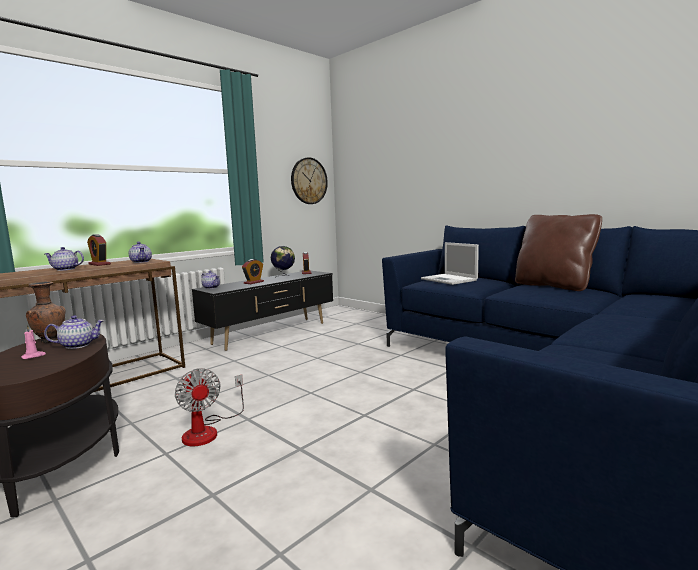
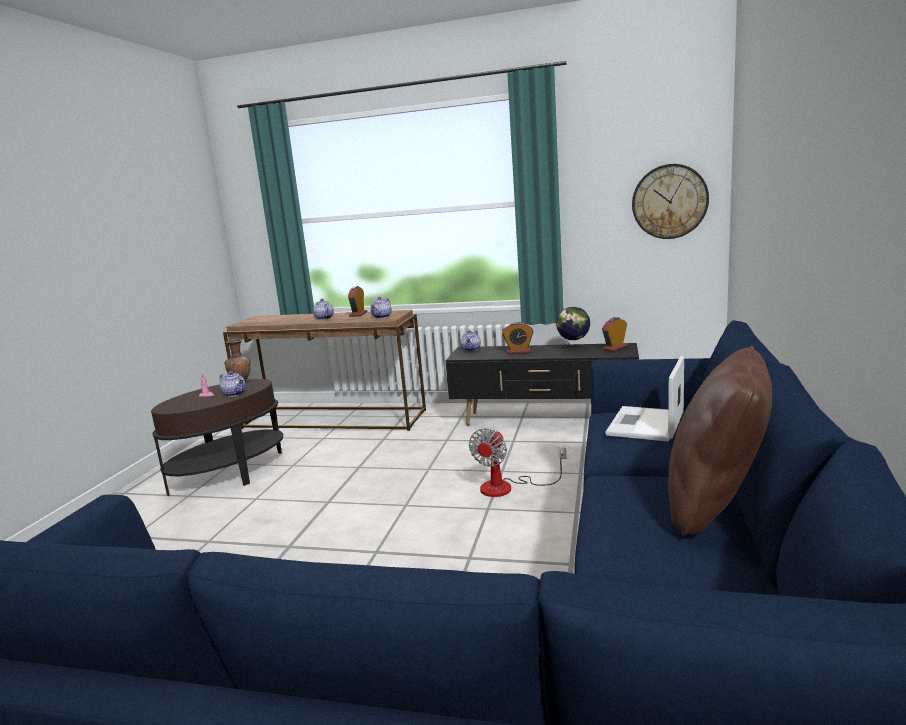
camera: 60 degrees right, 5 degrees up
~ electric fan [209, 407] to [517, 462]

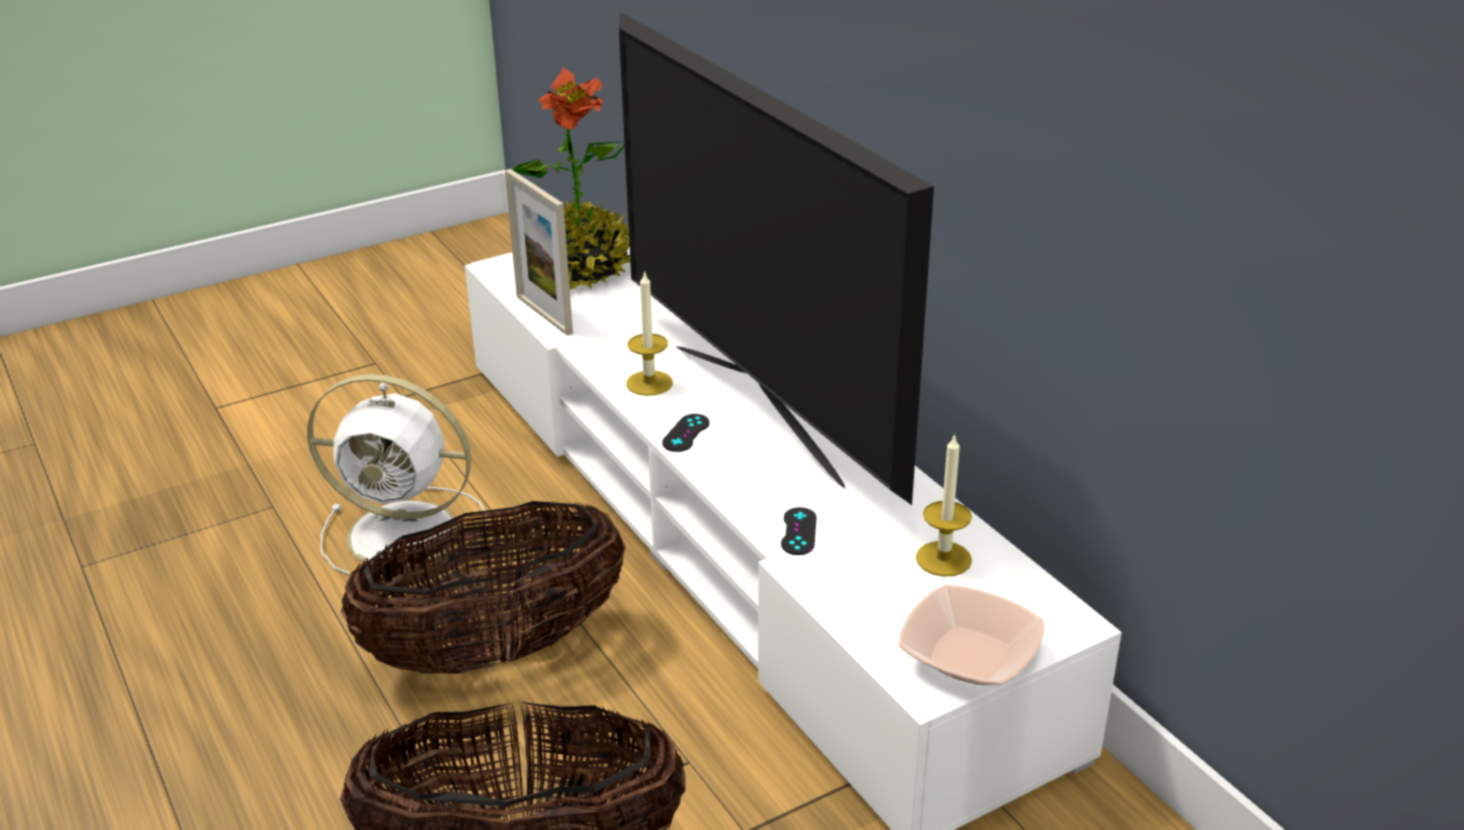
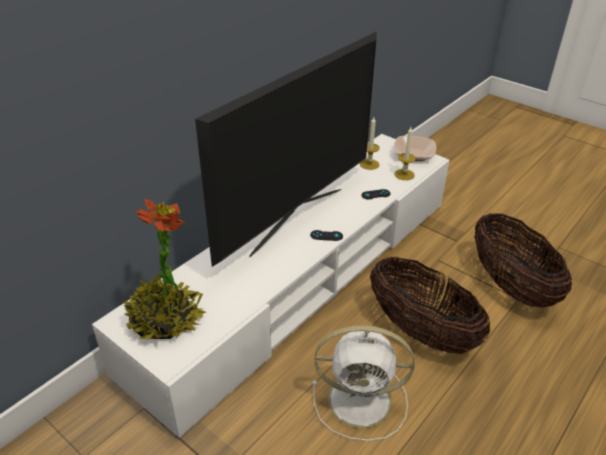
camera: 110 degrees left, 5 degrees up
- photo frame [539, 252]
~ candle [649, 333] to [405, 153]
~ whitish electric fan [397, 478] = [364, 383] 105 degrees clockwise

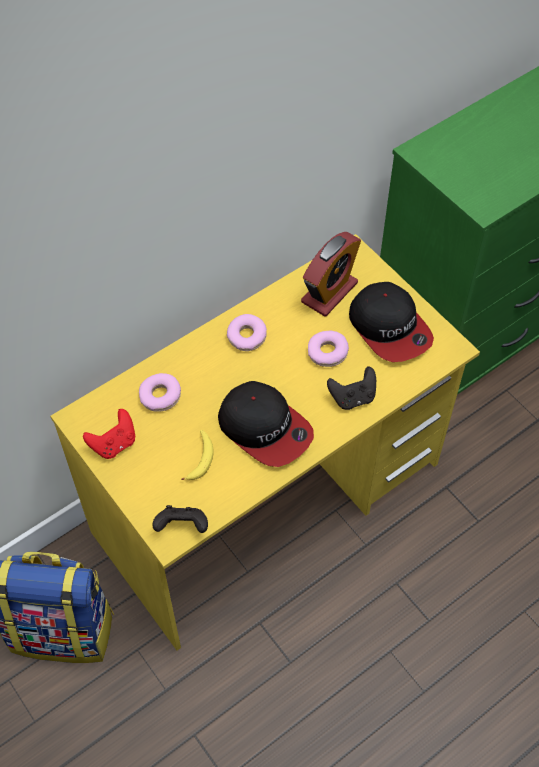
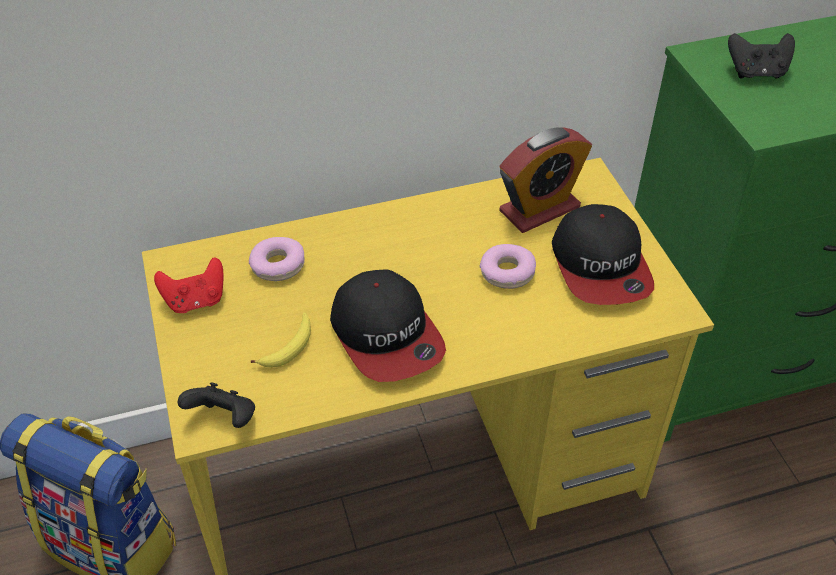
camera: 20 degrees right, 10 degrees down
- donut [247, 332]
~ black-coloured gamepad [351, 388] to [761, 56]

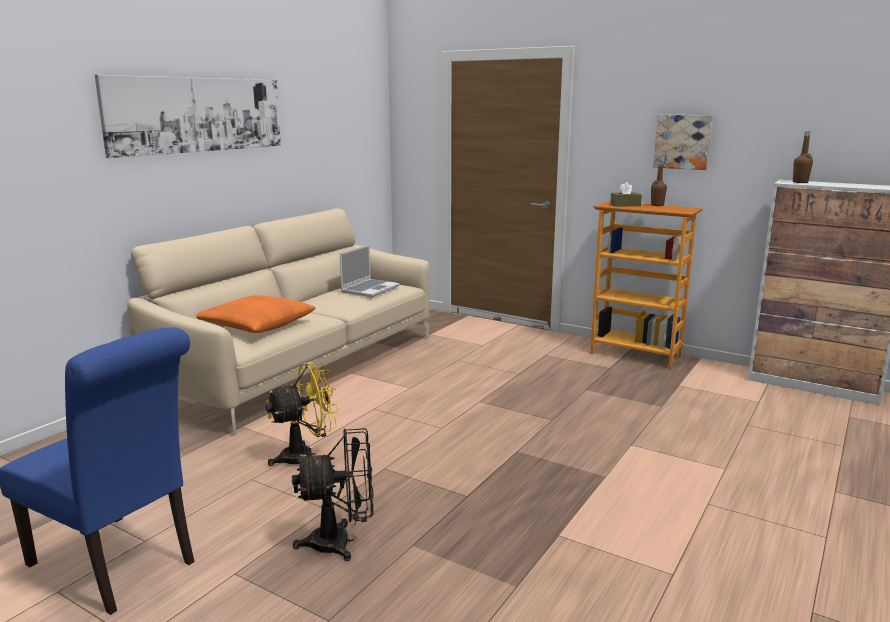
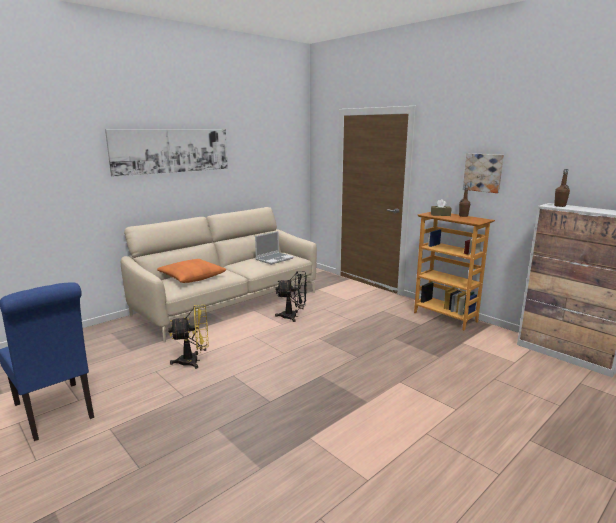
camera: 15 degrees right, 0 degrees up
~ black-coloured electric fan [333, 494] to [291, 296]

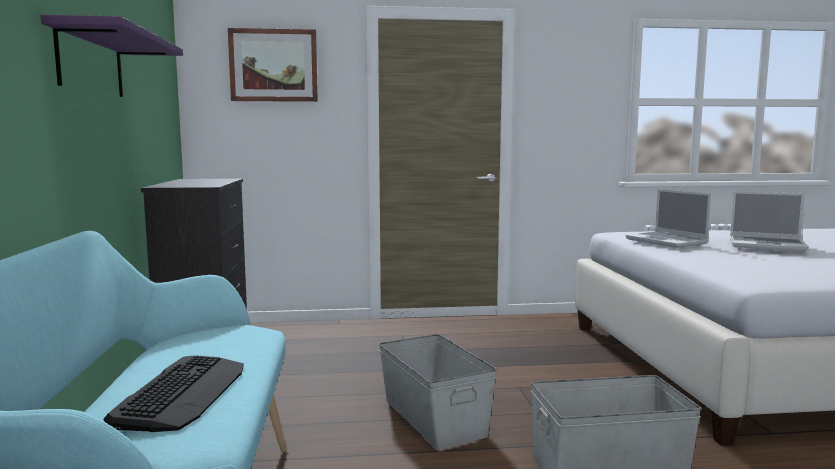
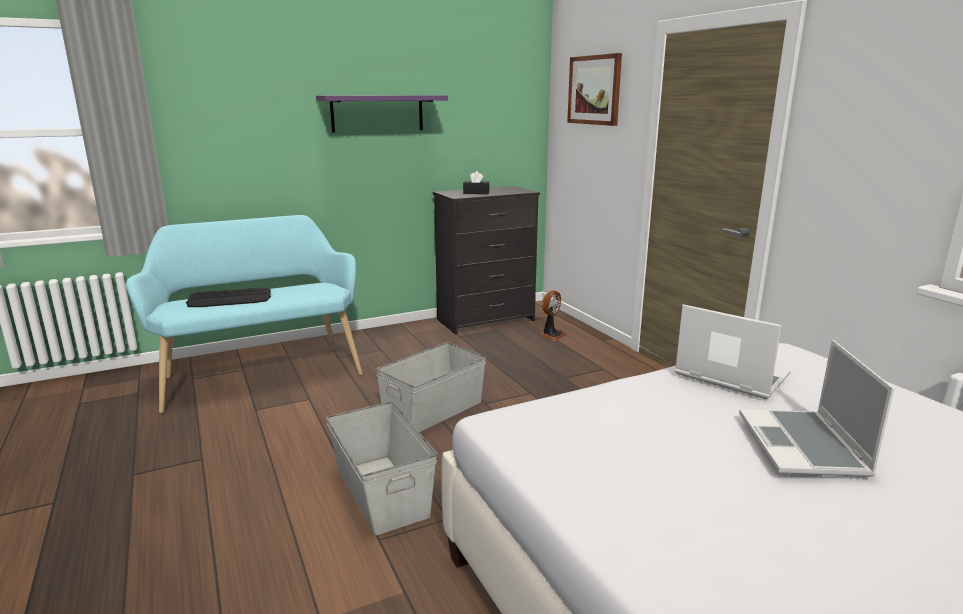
camera: 70 degrees right, 10 degrees up
+ black-coloured box of tissues [476, 182]
+ electric fan [553, 315]
~ portable computer [668, 218] = [732, 351] 90 degrees clockwise

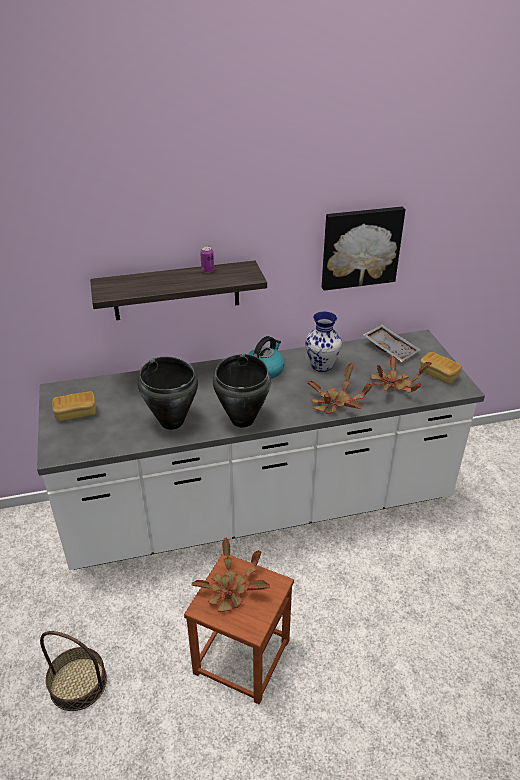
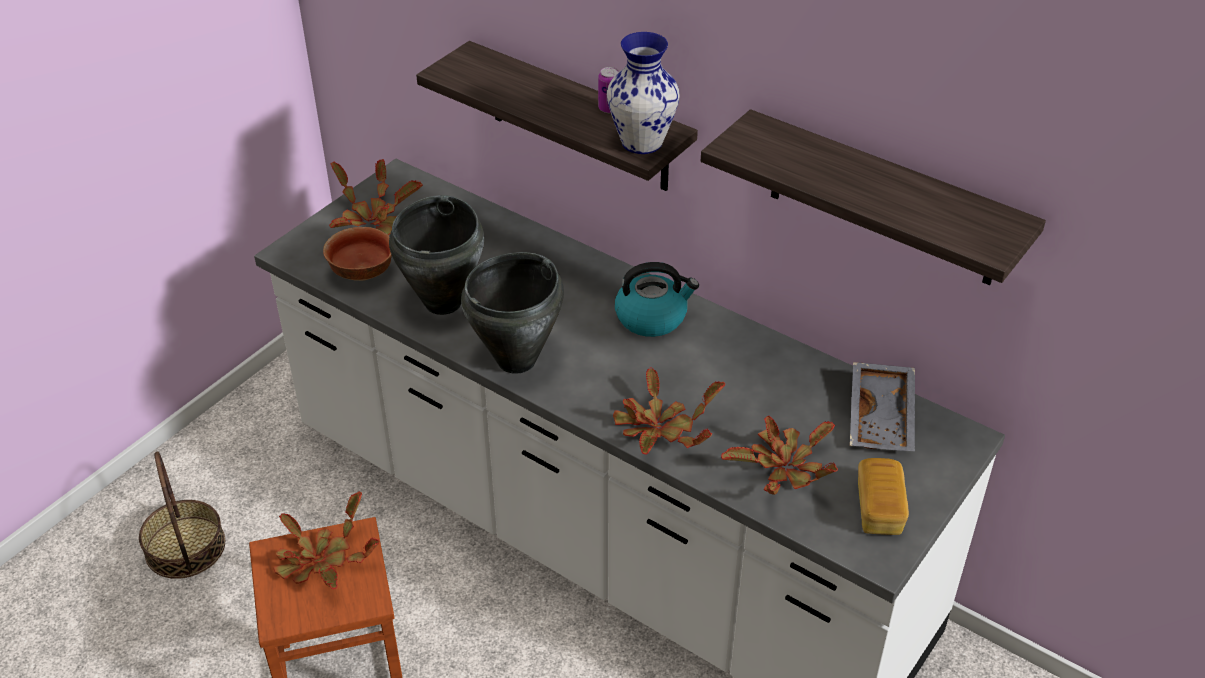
camera: 50 degrees right, 5 degrees up
+ deep dish [357, 254]
~ decorative vase [323, 341] to [643, 93]
~ bread [74, 406] to potted plant [376, 197]
~ wall picture [363, 249] to wall shelf [873, 197]

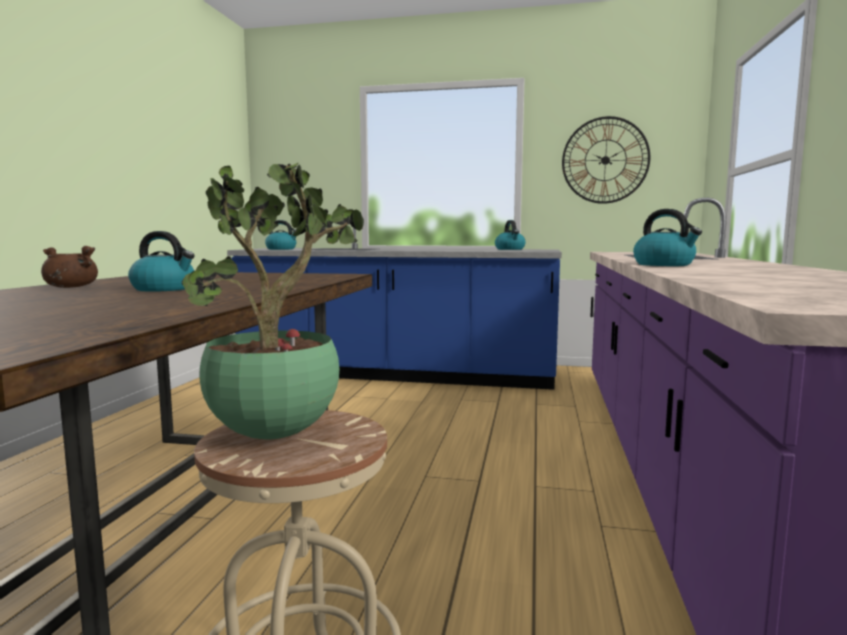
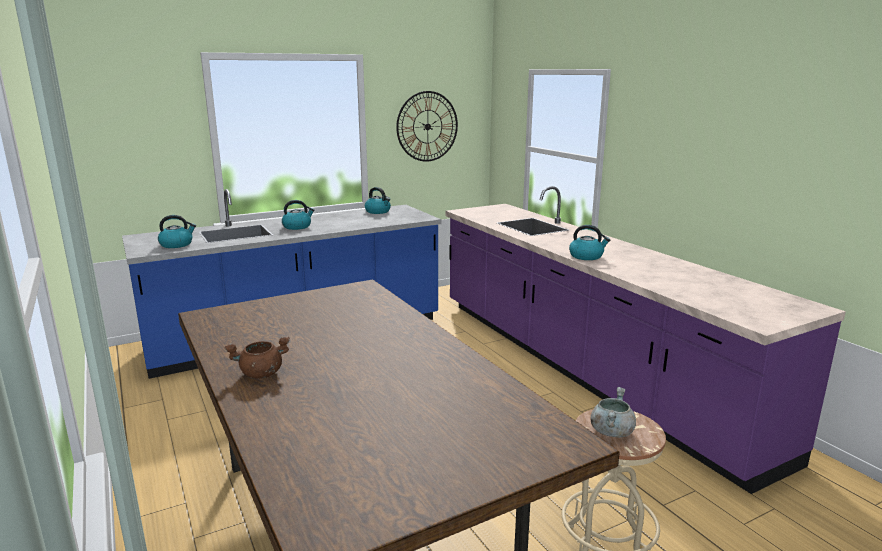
camera: 40 degrees left, 10 degrees up
~ tea kettle [161, 261] to [298, 215]
~ potted plant [273, 301] to gray stockpot [613, 412]

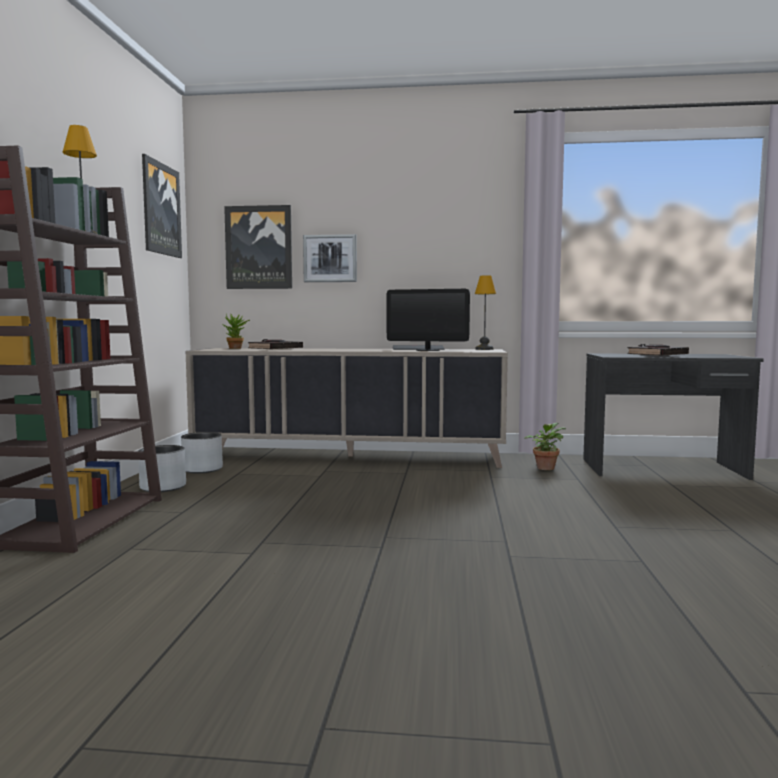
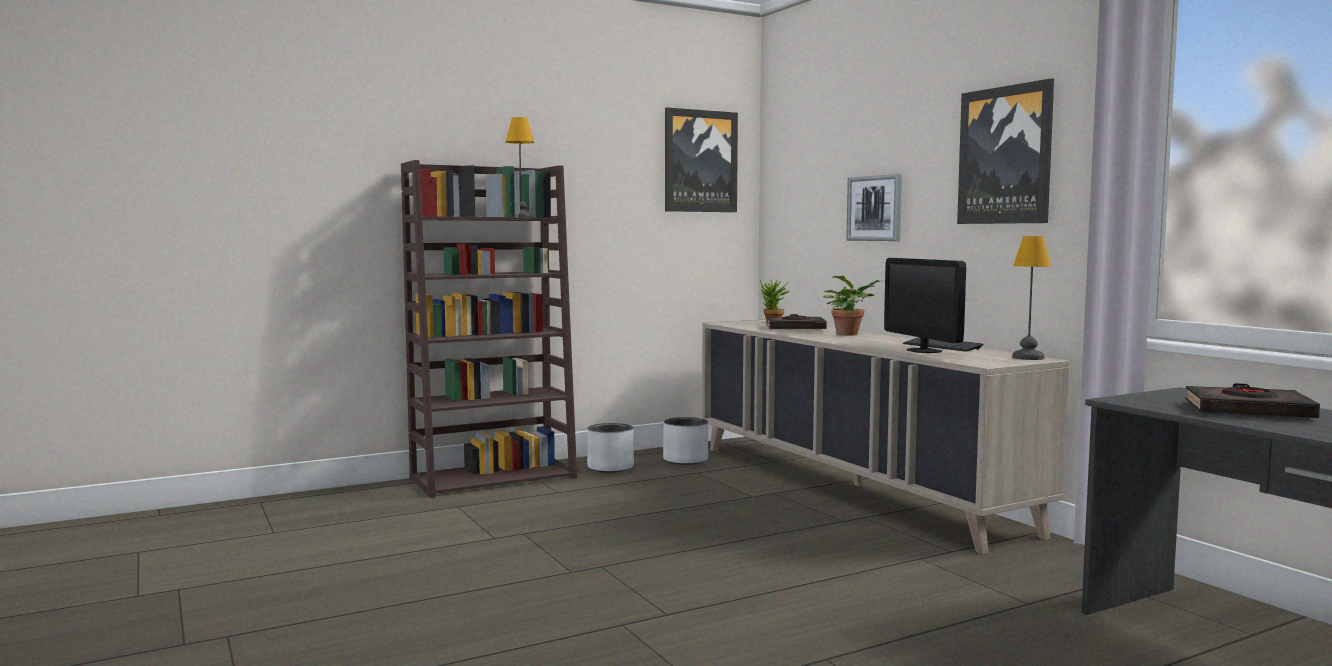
camera: 55 degrees right, 0 degrees up
~ wall picture [258, 247] to [1005, 151]
~ potted plant [545, 446] to [852, 306]

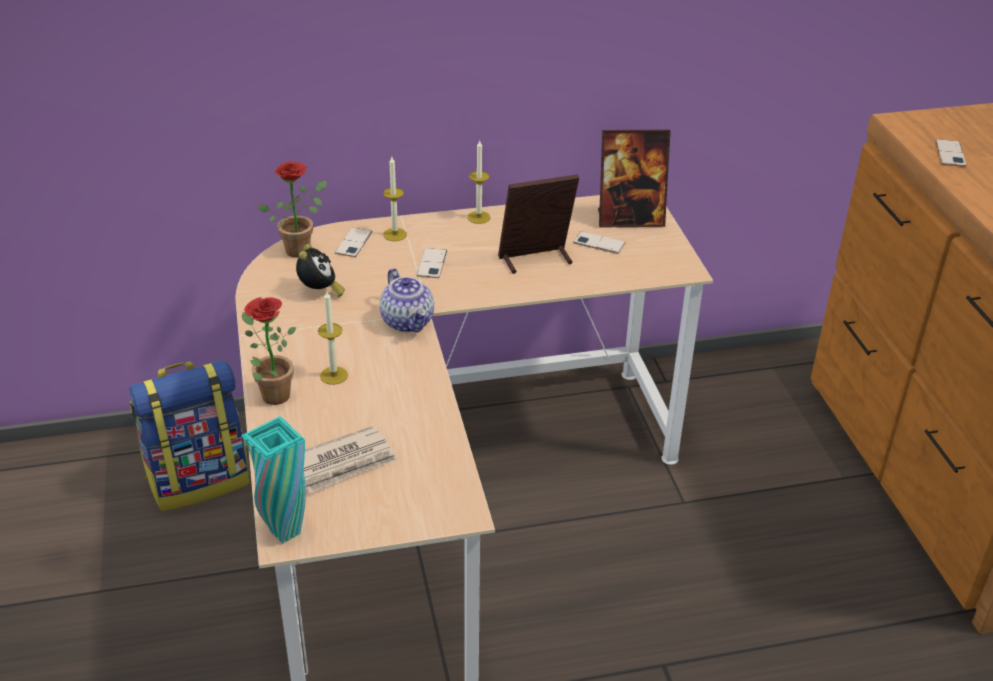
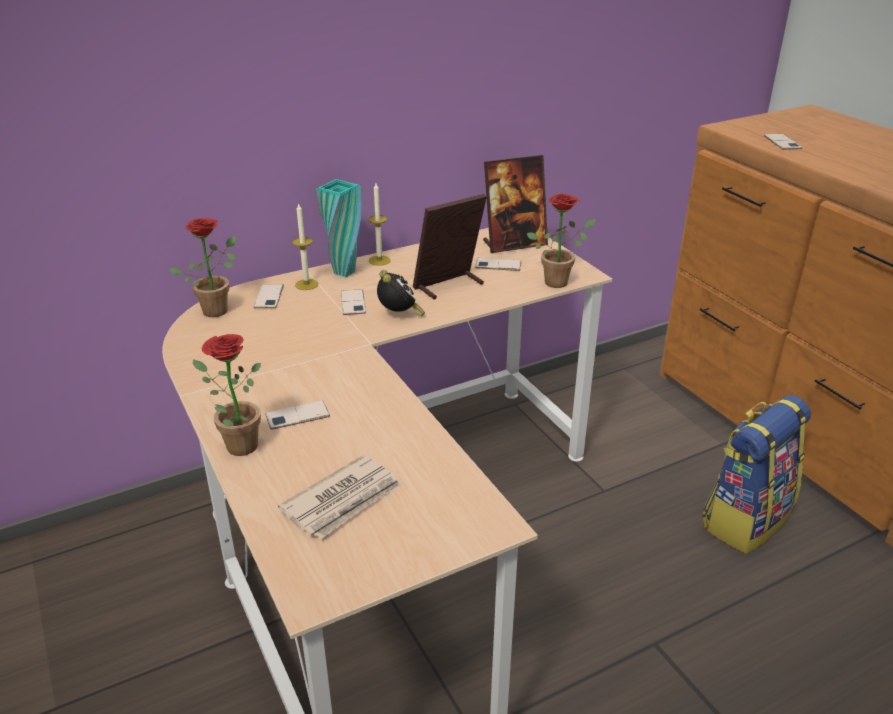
camera: 15 degrees left, 5 degrees down
- teapot [407, 300]
+ potted plant [561, 241]
~ backpack [189, 435] to [756, 474]
~ blue-green decorative vase [274, 480] to [338, 228]
~ bedside clock [320, 270] to [401, 293]
~ candle [333, 338] to handset [297, 415]

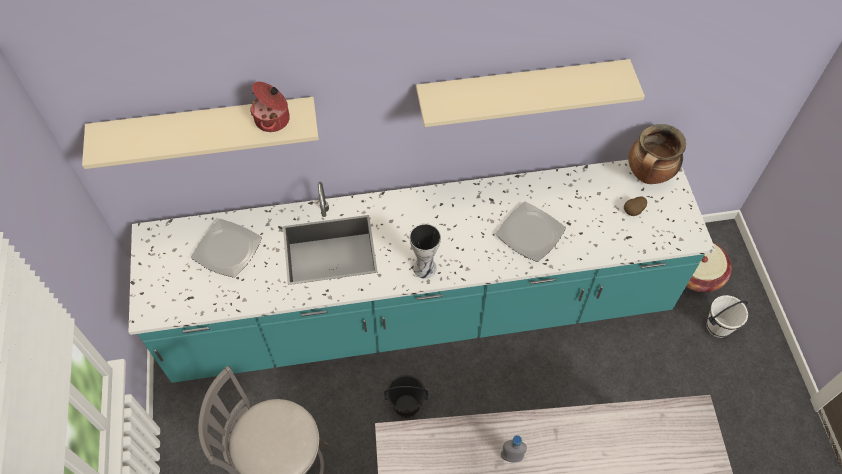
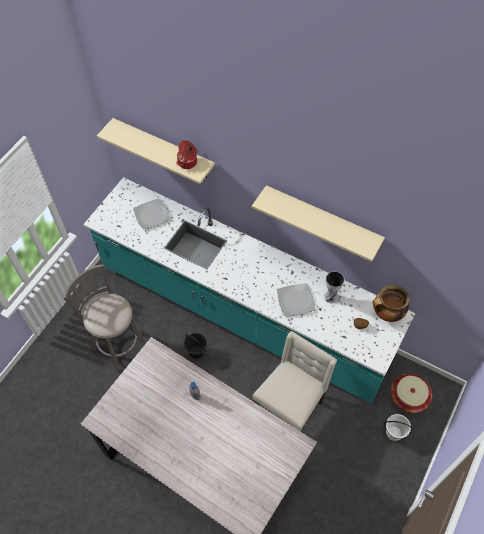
camera: 40 degrees right, 0 degrees up
+ beige-coloured chair [294, 381]
~ decorative vase [425, 251] to [334, 287]

